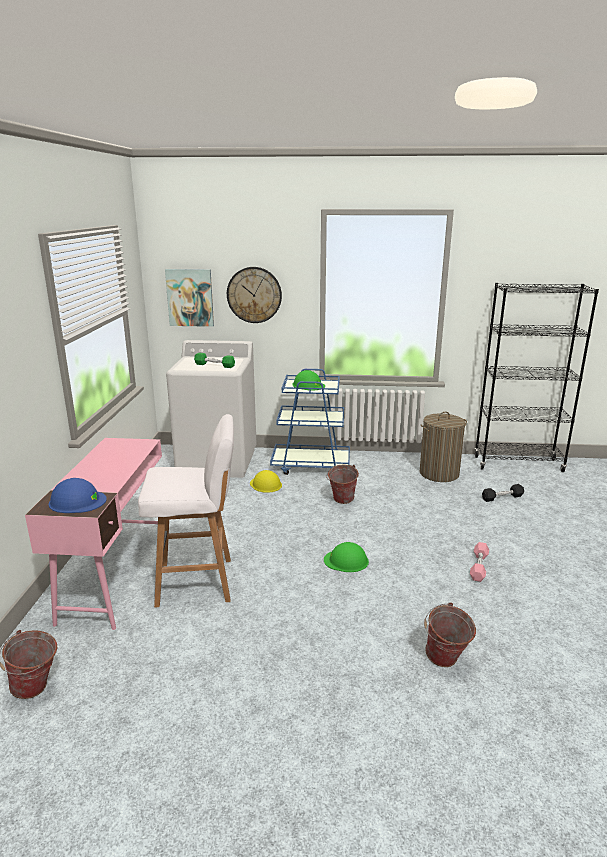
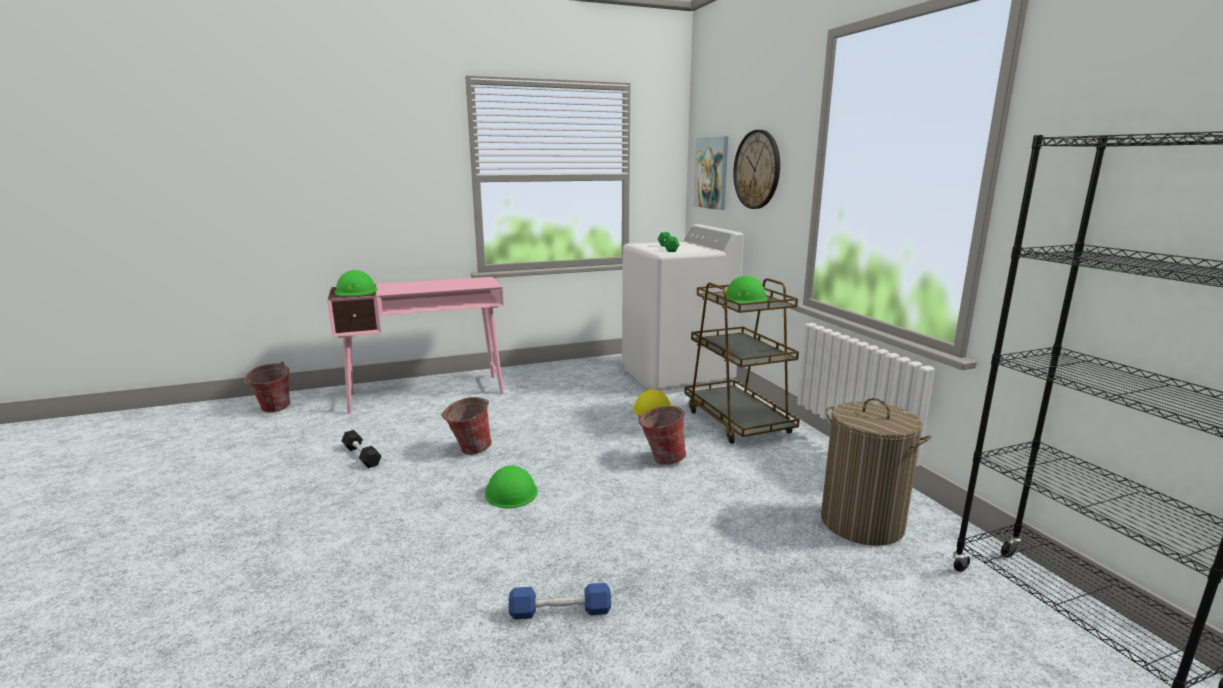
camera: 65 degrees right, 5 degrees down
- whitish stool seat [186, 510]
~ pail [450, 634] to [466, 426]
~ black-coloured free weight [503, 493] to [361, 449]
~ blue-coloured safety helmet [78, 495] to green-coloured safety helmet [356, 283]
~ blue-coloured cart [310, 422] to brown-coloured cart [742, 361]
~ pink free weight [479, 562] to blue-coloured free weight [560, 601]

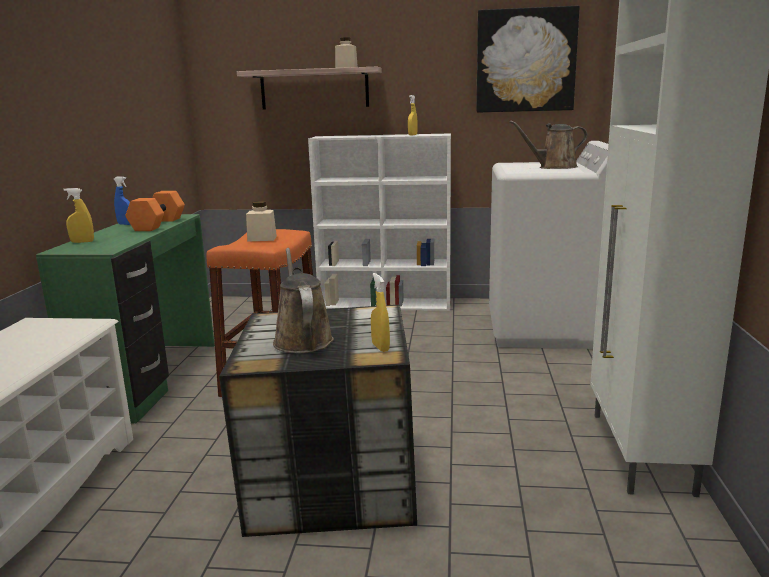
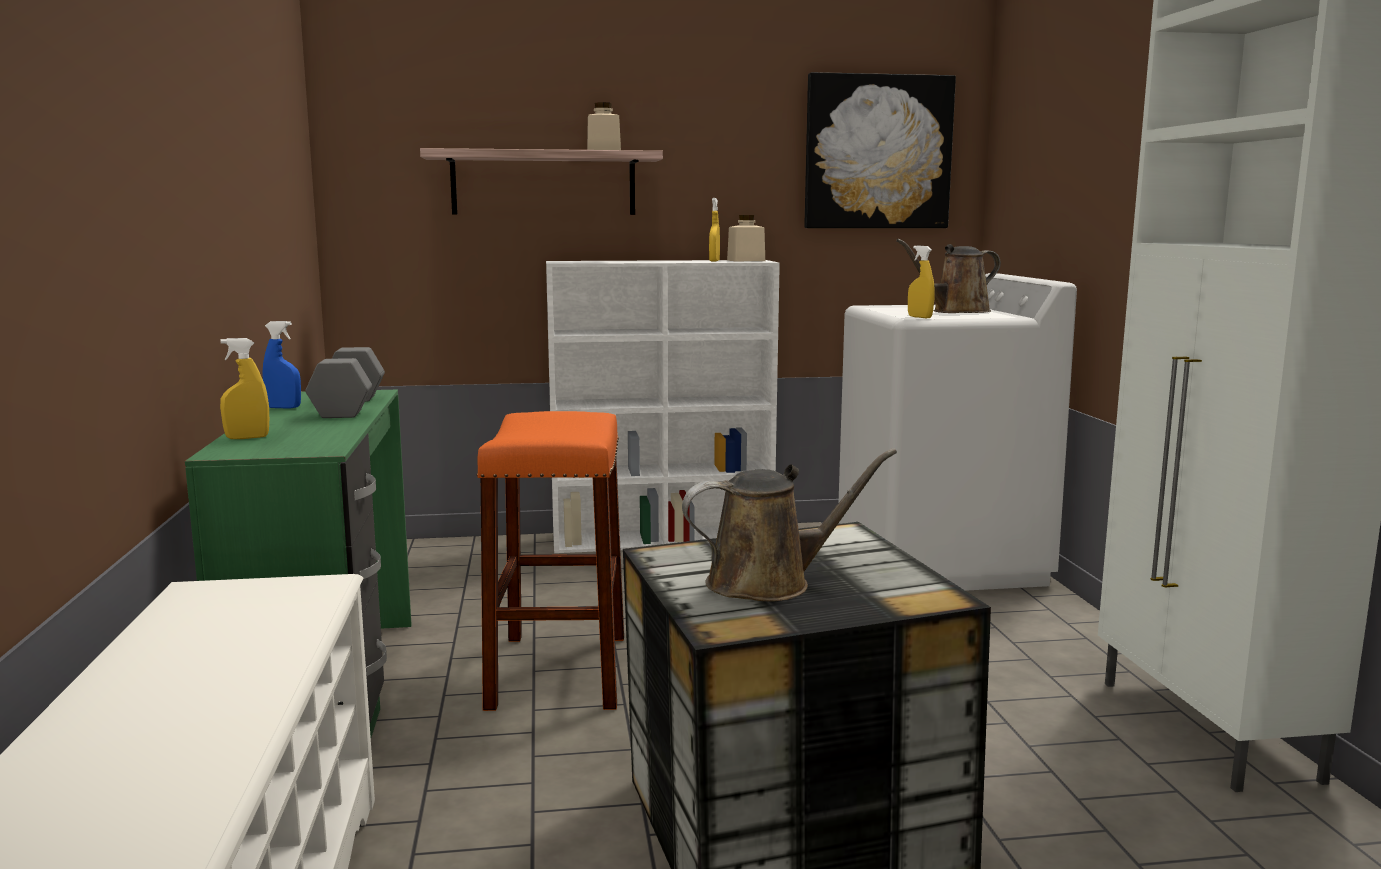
camera: 15 degrees left, 5 degrees down
~ beige-coloured jar [261, 221] to [746, 238]
~ yellow hand sprayer [380, 312] to [921, 281]
~ orange-coloured free weight [155, 211] to gray free weight [345, 382]
~ brown-coloured watering pot [303, 300] = [789, 525] 105 degrees clockwise

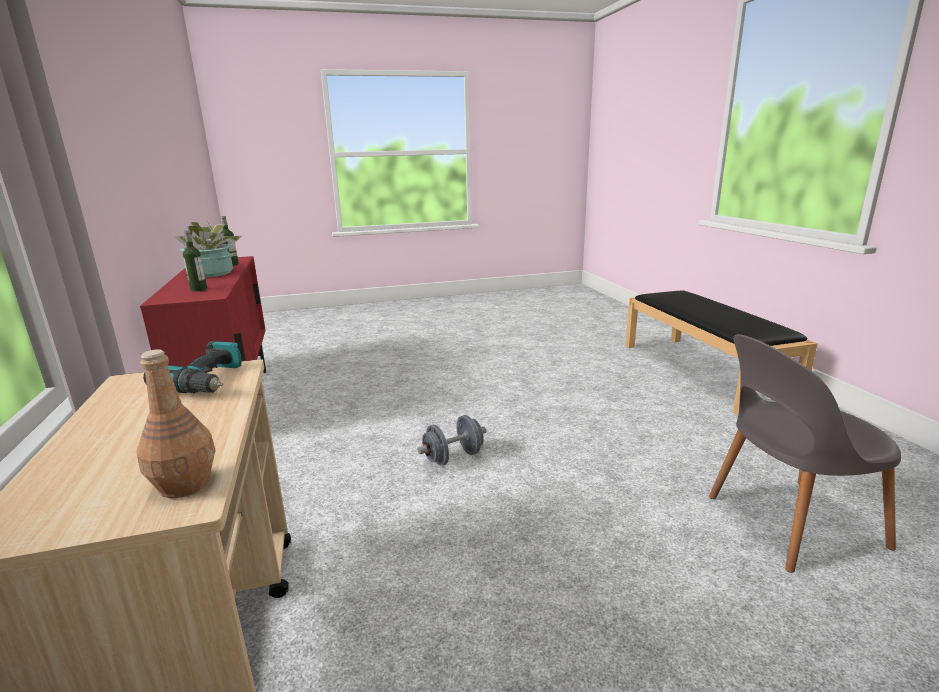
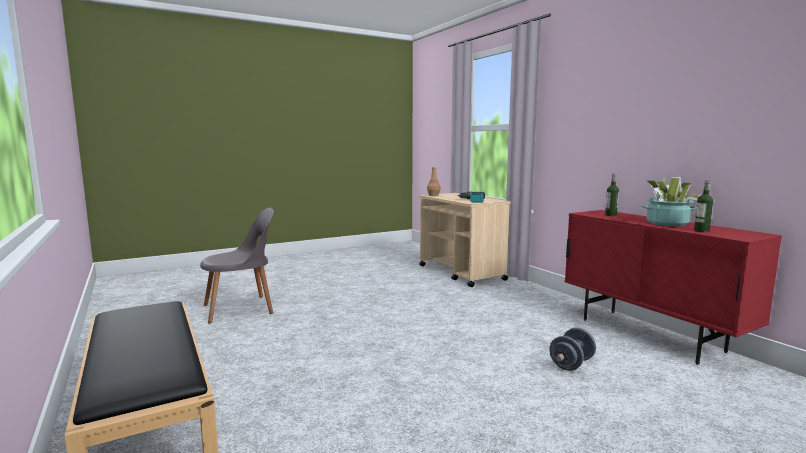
camera: 165 degrees right, 10 degrees down
~ gray free weight [451, 440] to [572, 349]

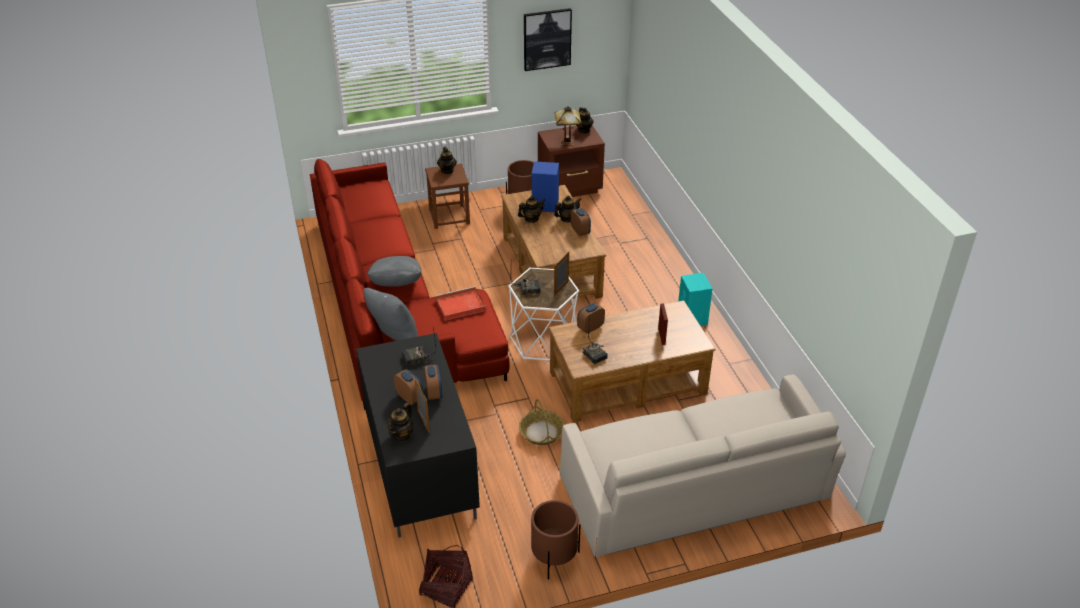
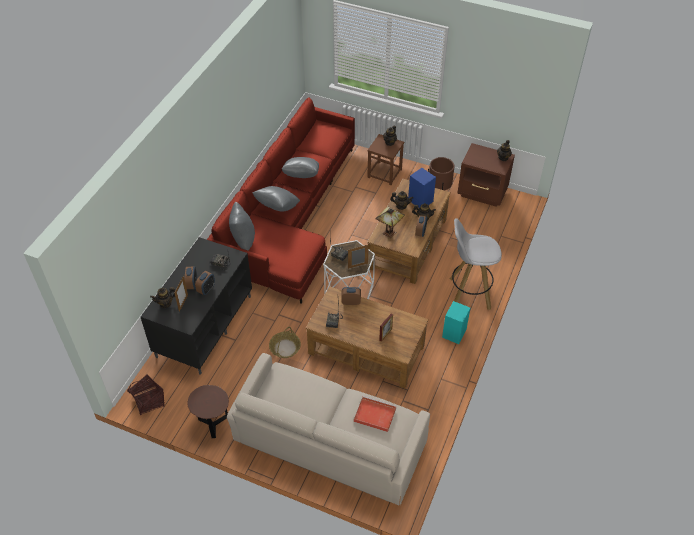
camera: 40 degrees right, 10 degrees up
- wall picture [548, 39]
+ gray cushion [300, 167]
+ whitish stool seat [476, 264]
~ red carrying tray [460, 303] to [375, 414]
~ tabletop lamp [567, 126] to [390, 222]
~ brown-coloured flower pot [555, 540] to brown-coloured end table [208, 411]

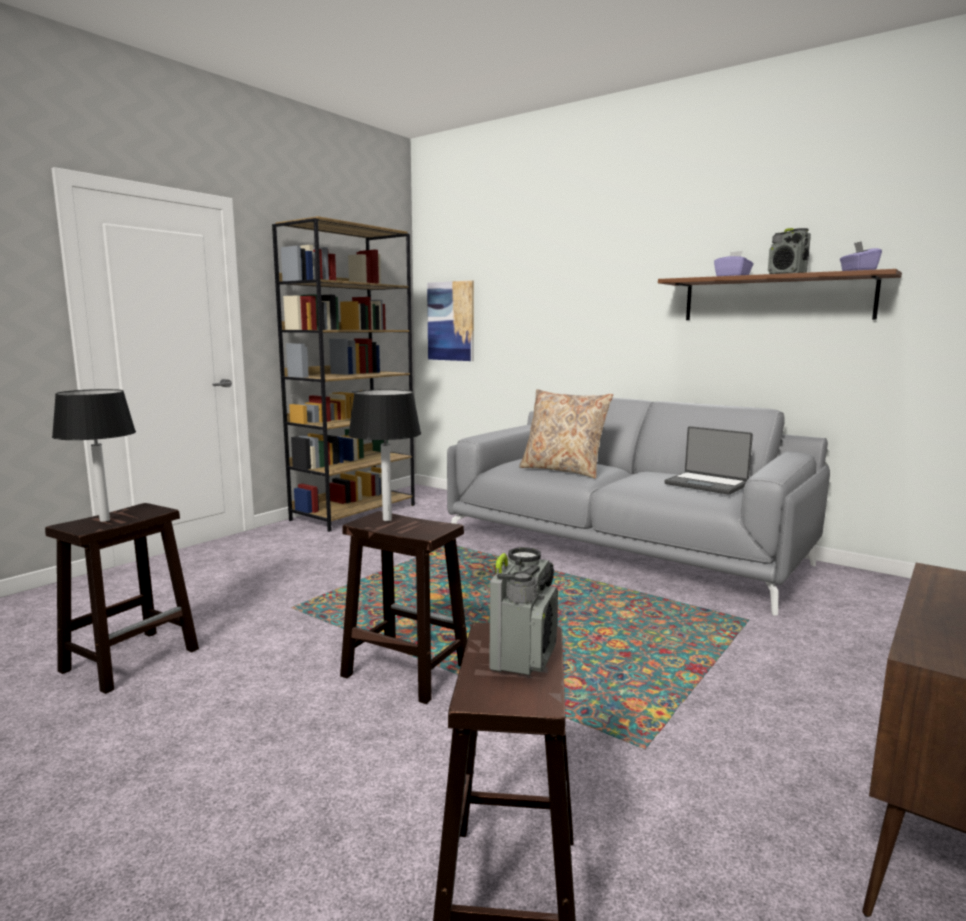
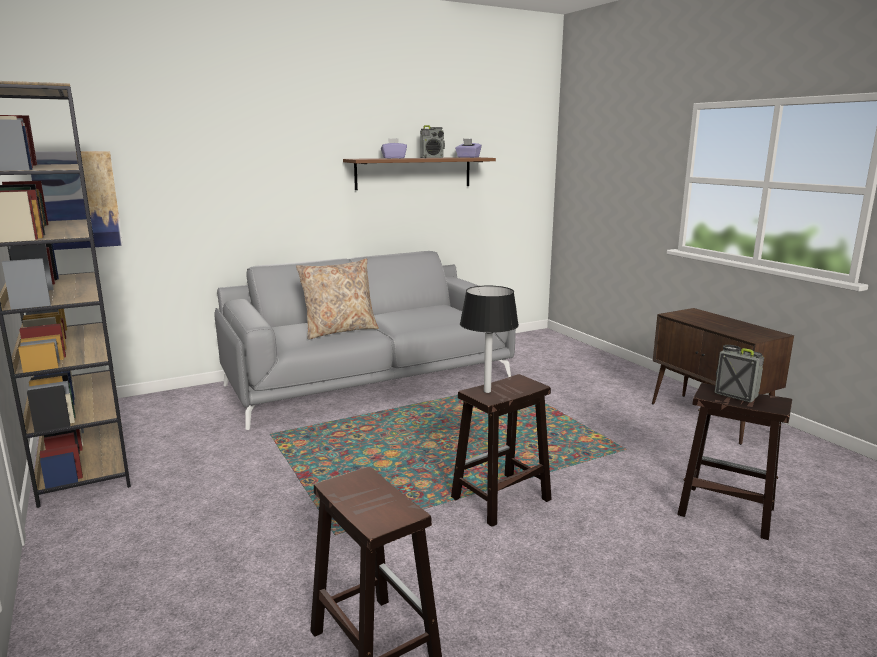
camera: 65 degrees left, 5 degrees up
- black-coloured tabletop lamp [94, 455]
- portable computer [708, 460]

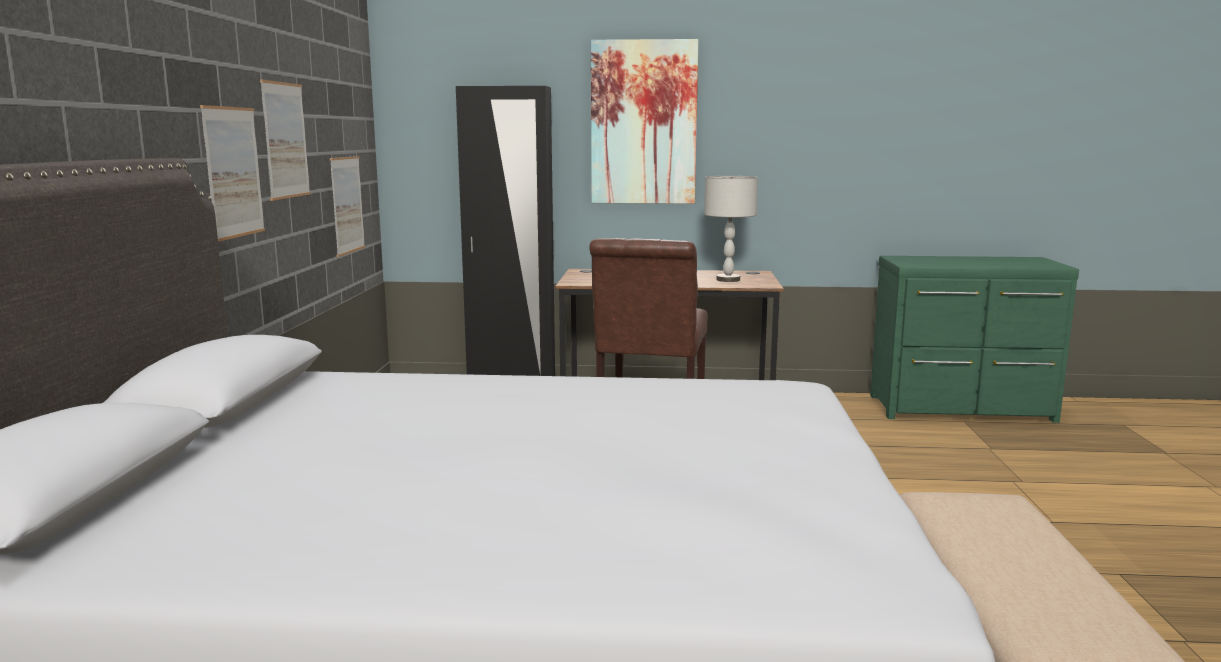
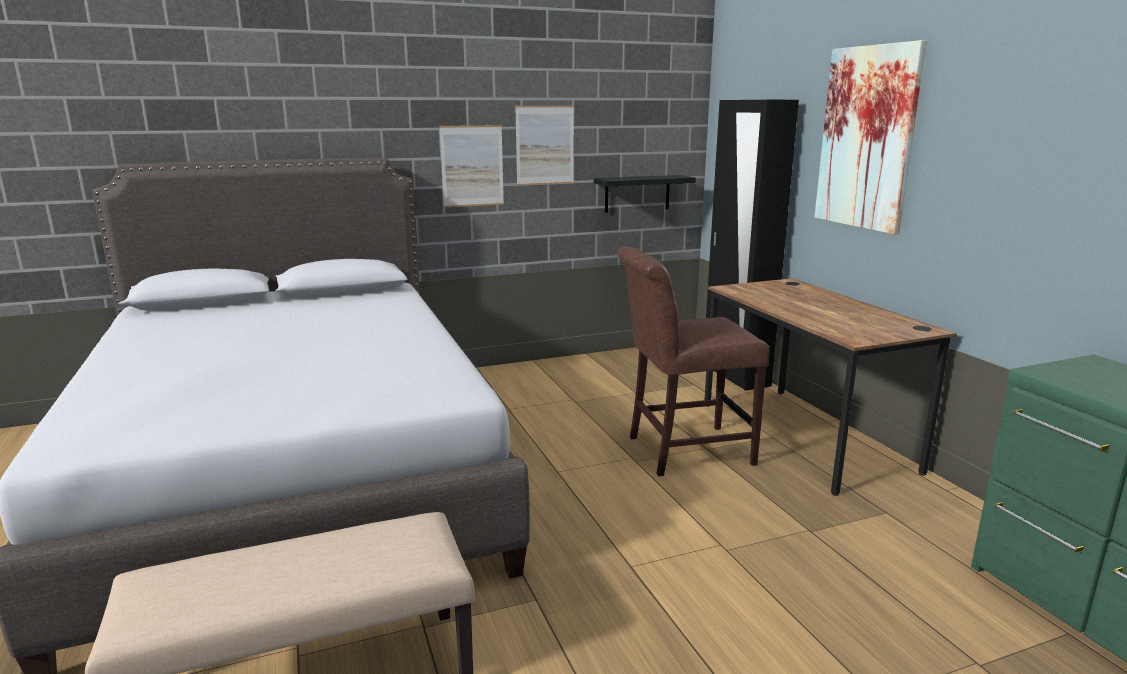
camera: 65 degrees right, 5 degrees up
- gray tabletop lamp [731, 229]
~ wall picture [347, 206] to black-coloured wall shelf [645, 194]

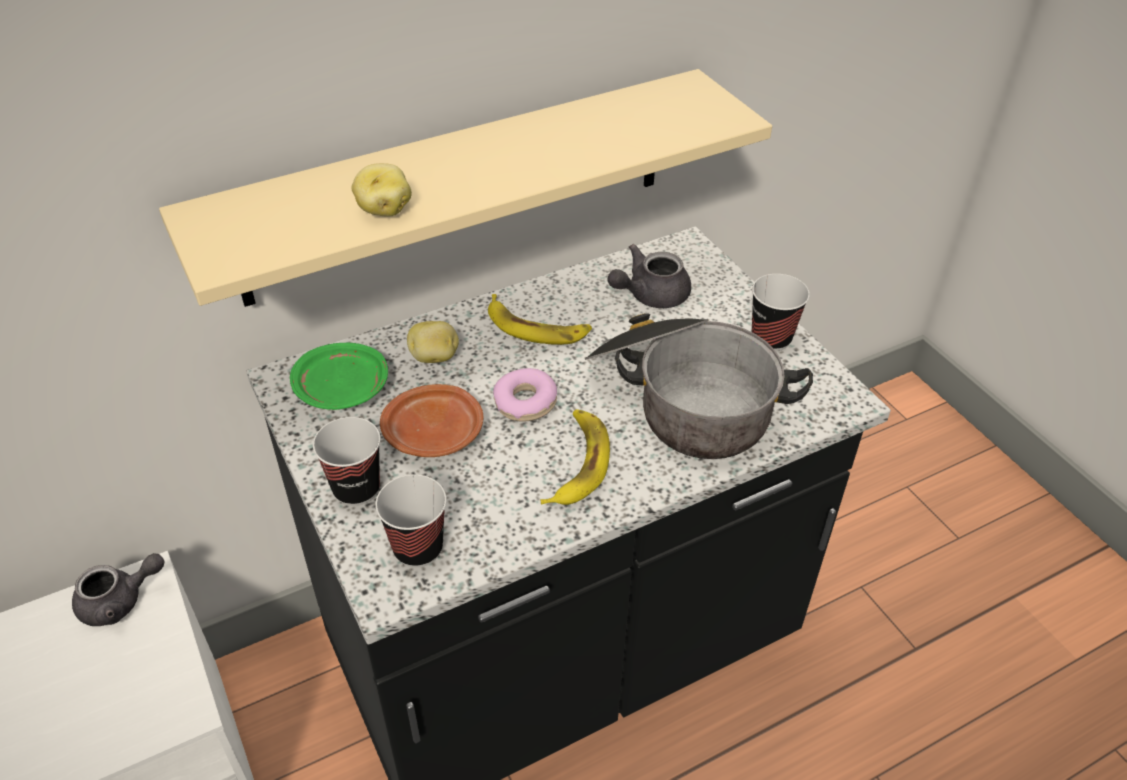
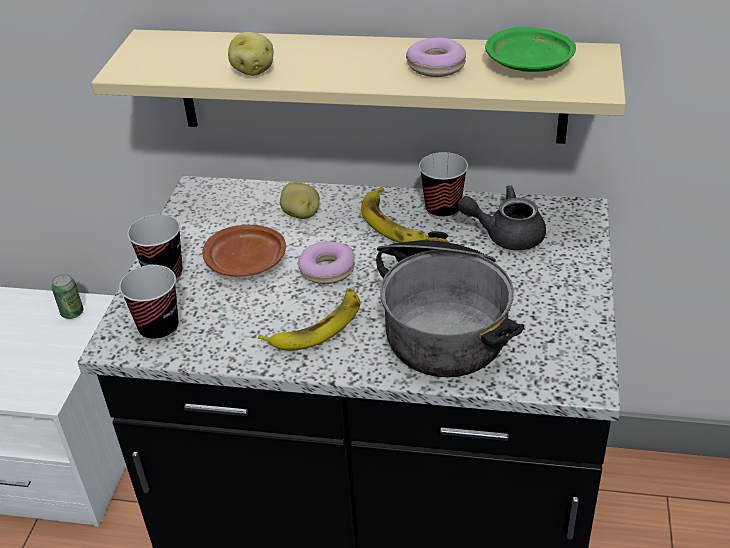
camera: 40 degrees right, 5 degrees down
+ donut [436, 57]
~ green-coloured plate [339, 376] to [530, 49]
~ drinking cup [781, 312] to [443, 185]
~ gray teapot [118, 589] to sealed can [67, 296]

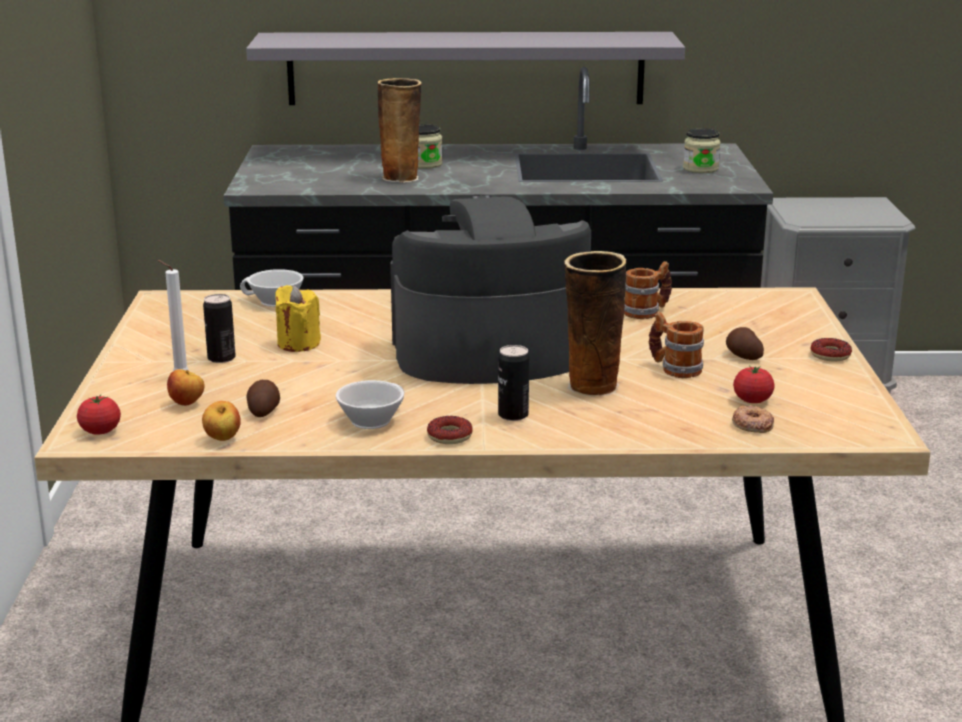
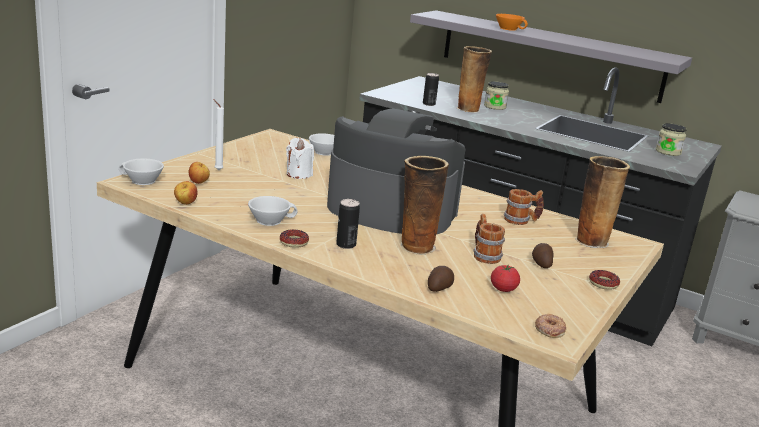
camera: 30 degrees right, 0 degrees up
+ orange-coloured drinking cup [512, 22]
+ decorative vase [603, 202]
~ sealed can [219, 328] to [431, 89]
~ spud [263, 398] to [441, 279]
~ donut [753, 419] to [551, 326]
~ tomato [99, 414] to whitish drinking cup [141, 172]
~ yellow candle [298, 318] to whitish candle [300, 158]

